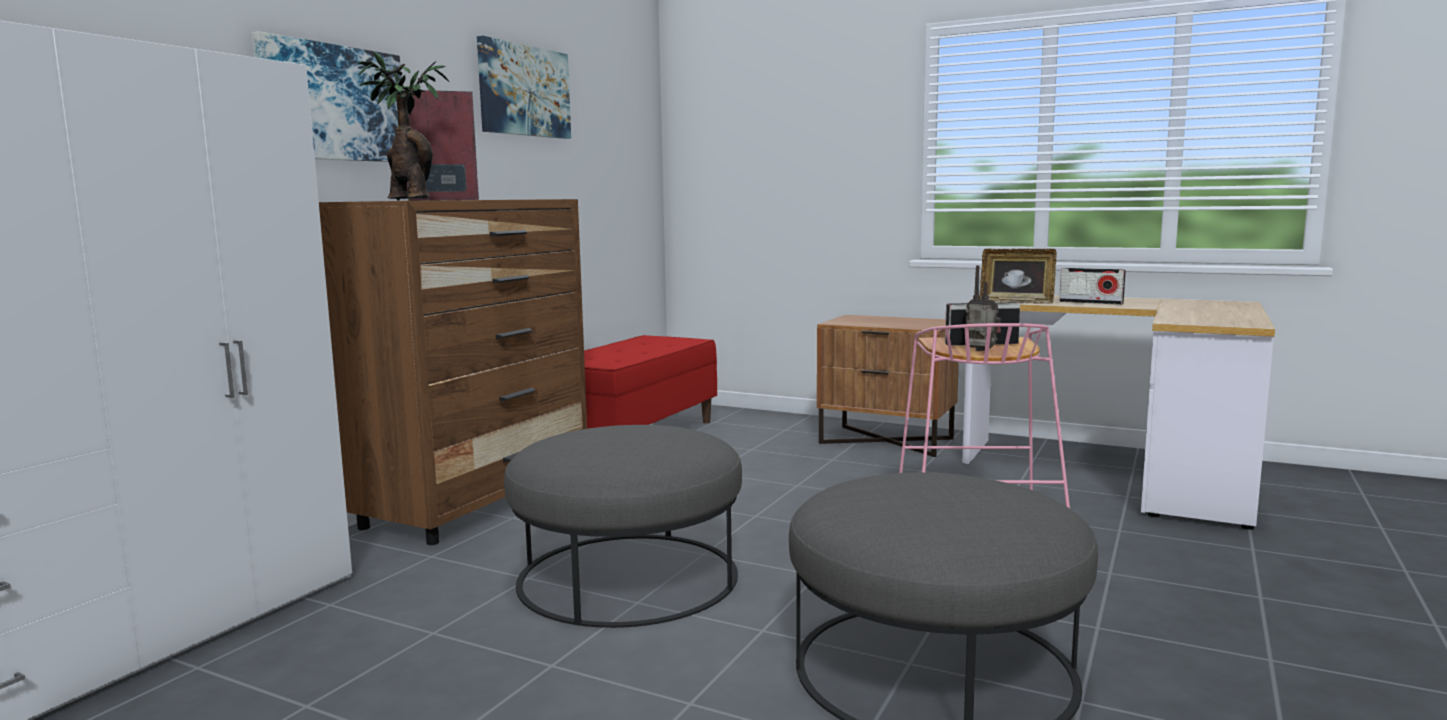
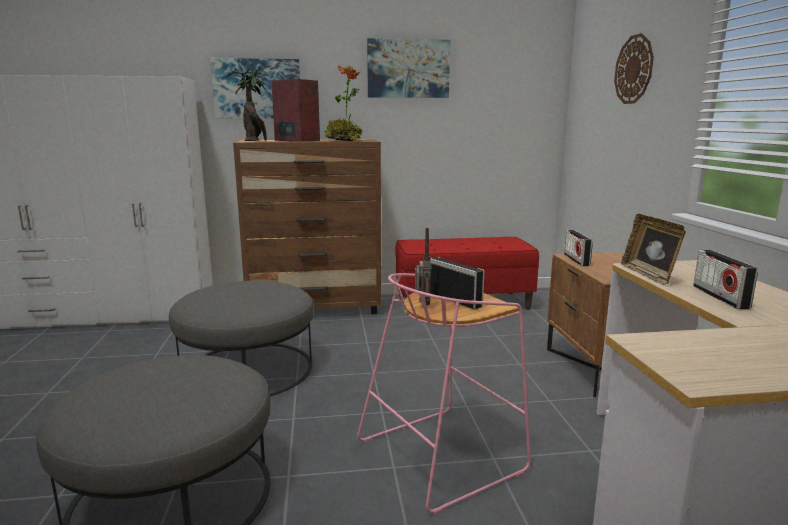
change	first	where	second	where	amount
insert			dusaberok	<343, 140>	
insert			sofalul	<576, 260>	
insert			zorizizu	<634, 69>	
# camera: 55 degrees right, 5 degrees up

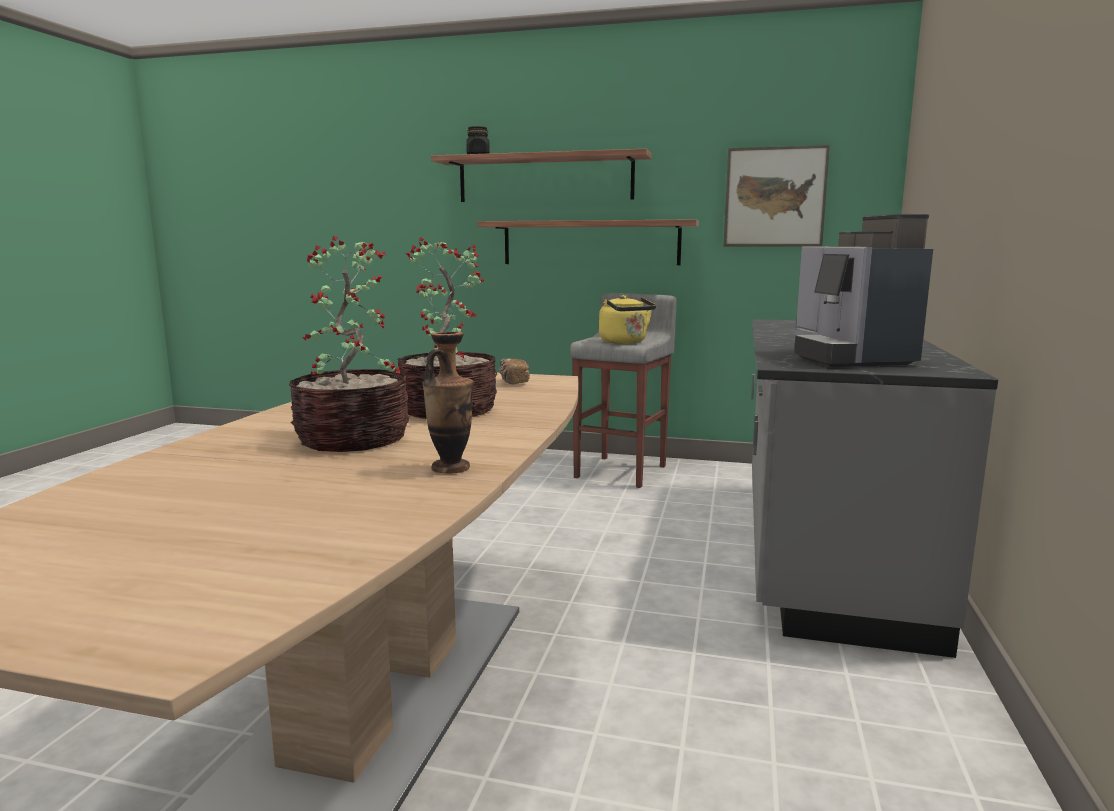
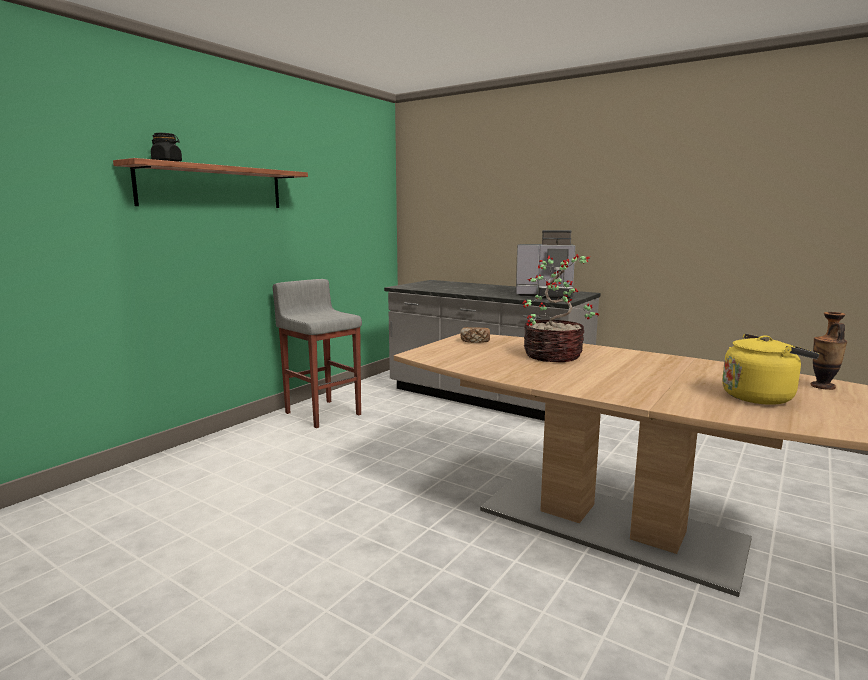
change	first	where	second	where	amount
delete	dusaberok	<354, 439>			
delete	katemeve	<590, 243>			
delete	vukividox	<775, 197>			
move	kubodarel	<451, 468>		<822, 386>	
move	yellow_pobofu	<625, 342>		<760, 397>	
# camera: 70 degrees left, 0 degrees up

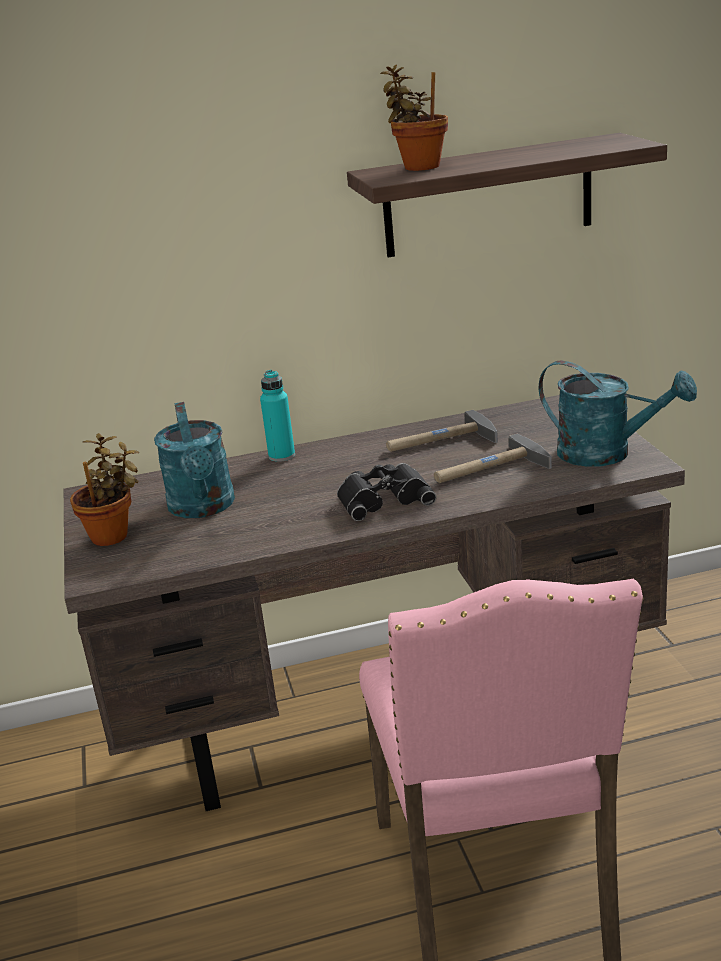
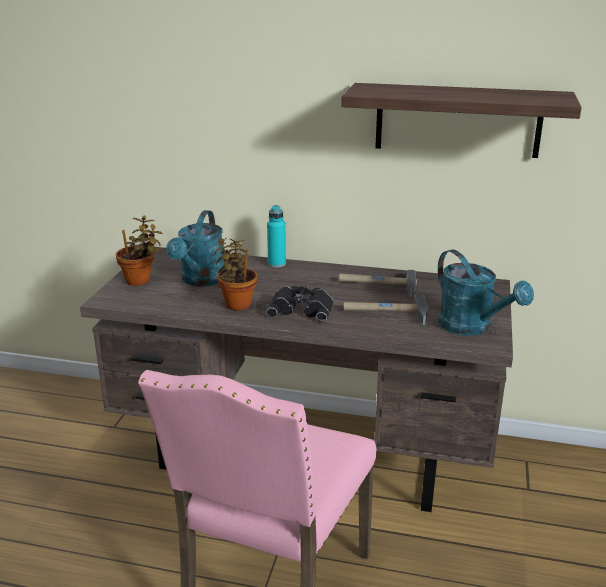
change	first	where	second	where	amount
move	dusaberok	<418, 167>		<237, 303>	
# camera: 25 degrees right, 0 degrees up

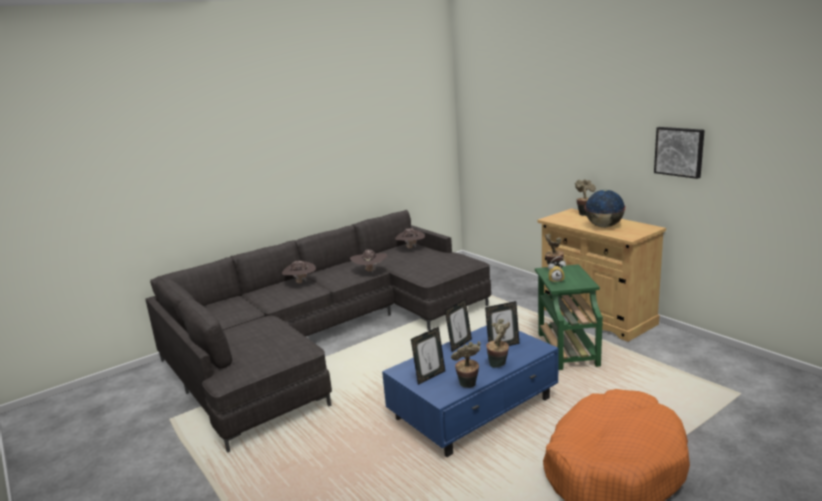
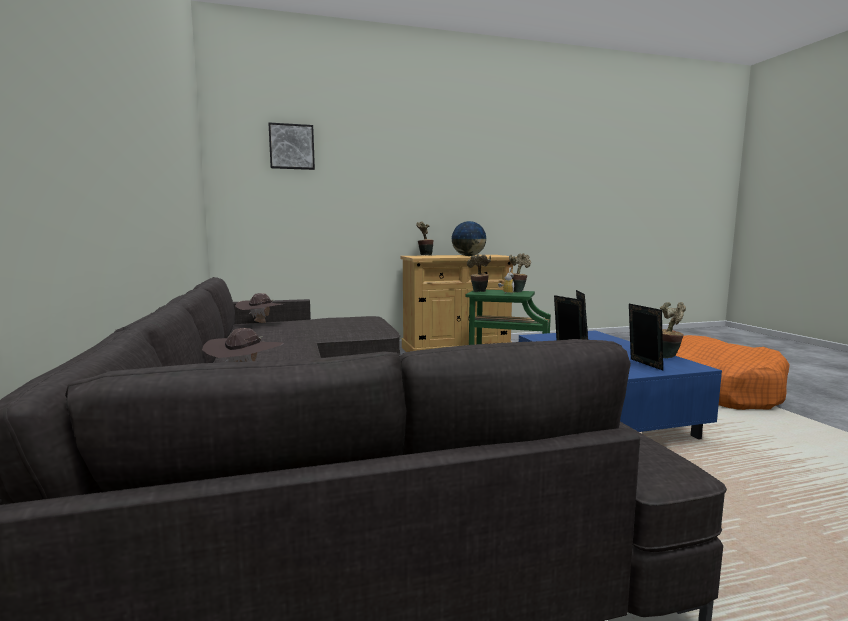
change	first	where	second	where	amount
delete	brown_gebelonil	<370, 271>			
move	dusaberok	<499, 365>		<518, 291>	
move	vukividox	<679, 151>		<291, 147>	
# camera: 70 degrees left, 10 degrees down

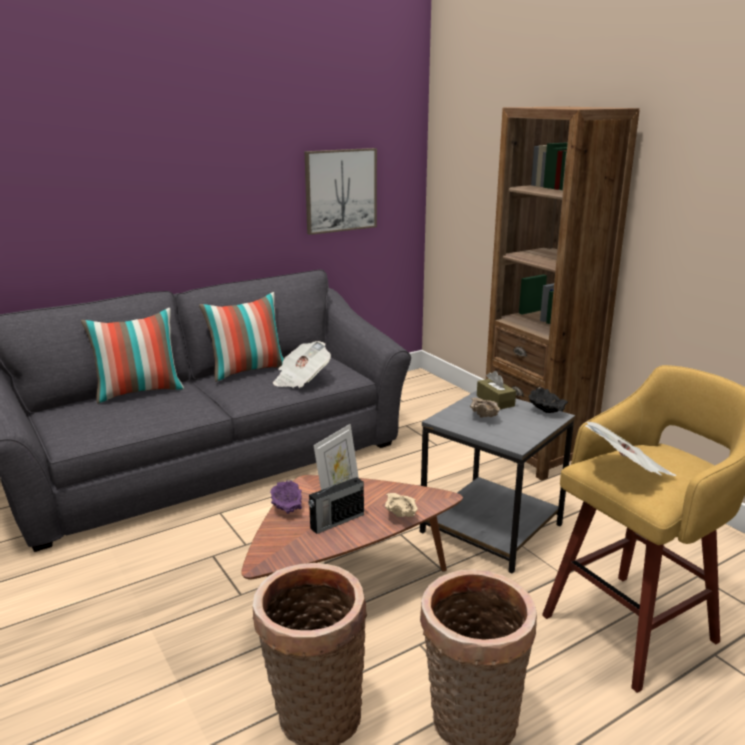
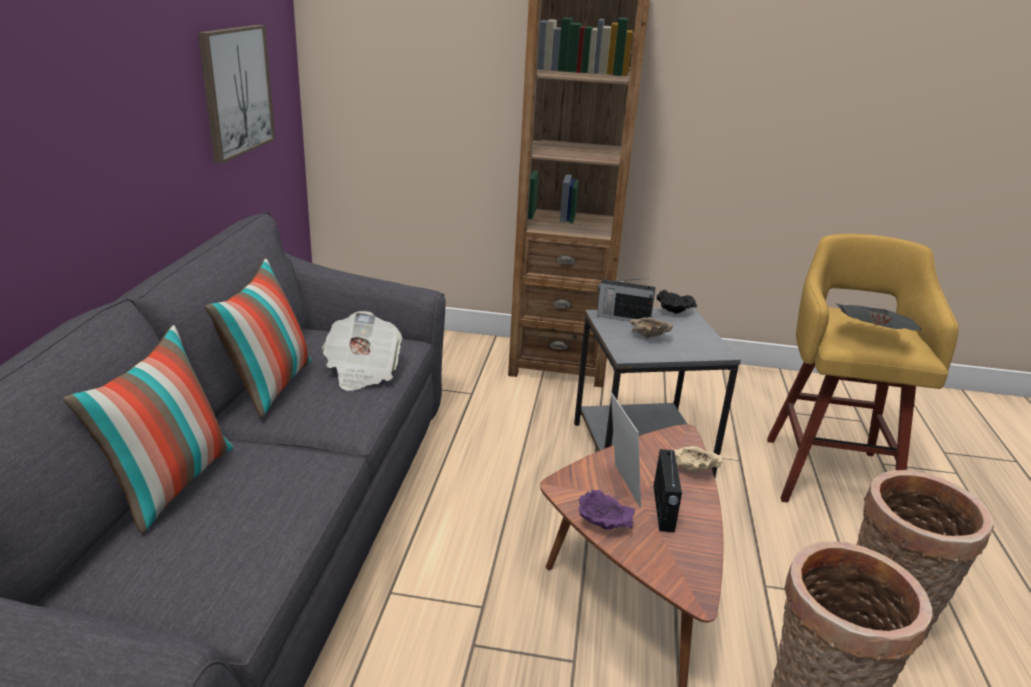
change	first	where	second	where	amount
replace	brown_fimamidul	<495, 401>	sofalul	<622, 317>	
# camera: 50 degrees left, 5 degrees up

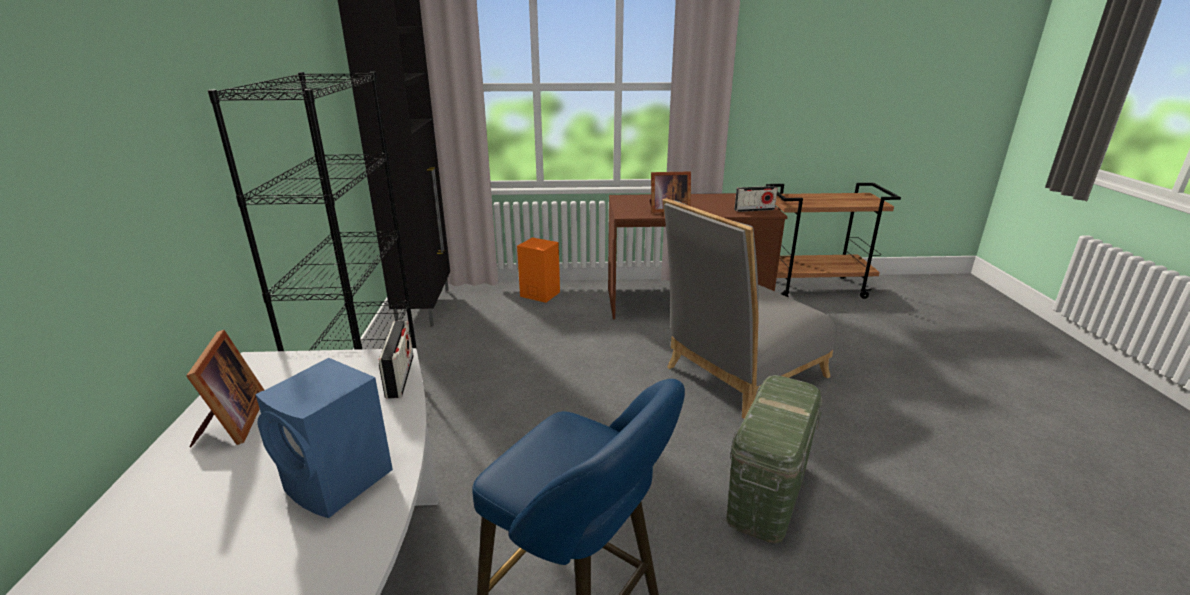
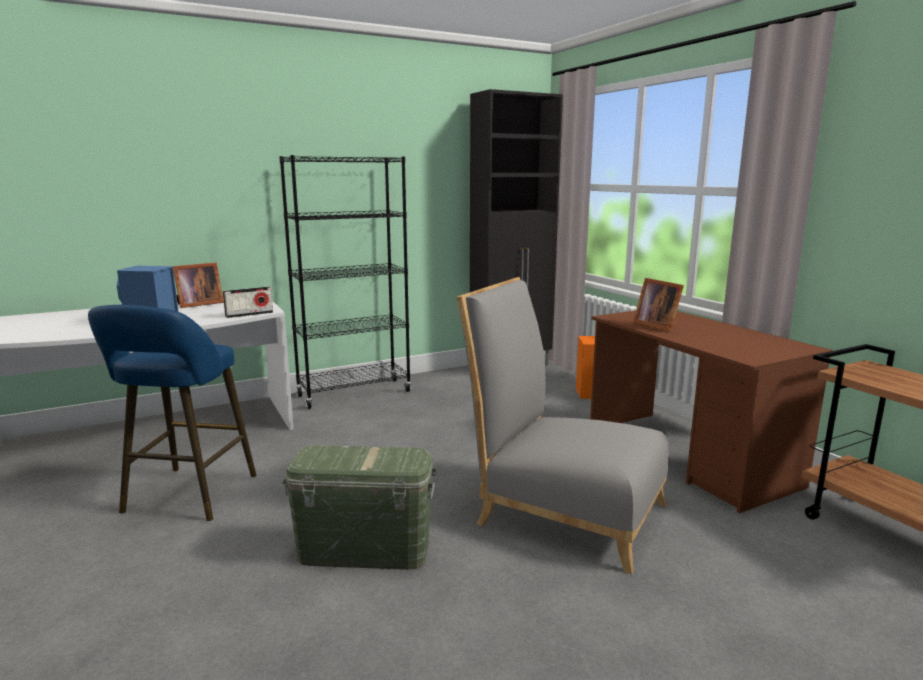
change	first	where	second	where	amount
delete	sofalul	<754, 210>			
# camera: 65 degrees right, 10 degrees down

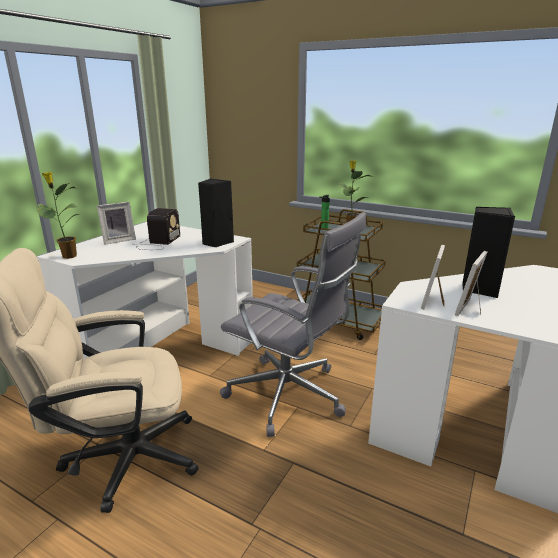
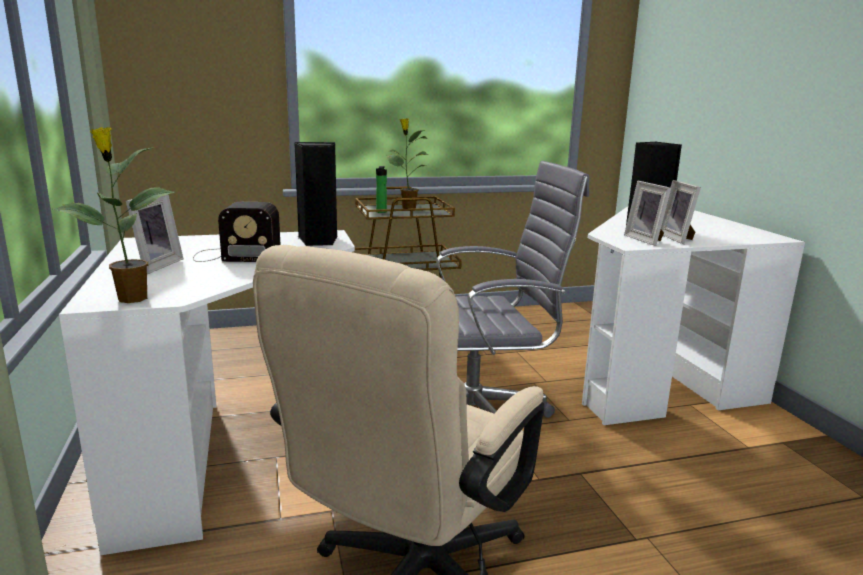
change	first	where	second	where	amount
rotate	sofalul	<158, 242>		<233, 256>	120 degrees clockwise
# camera: 45 degrees left, 5 degrees down

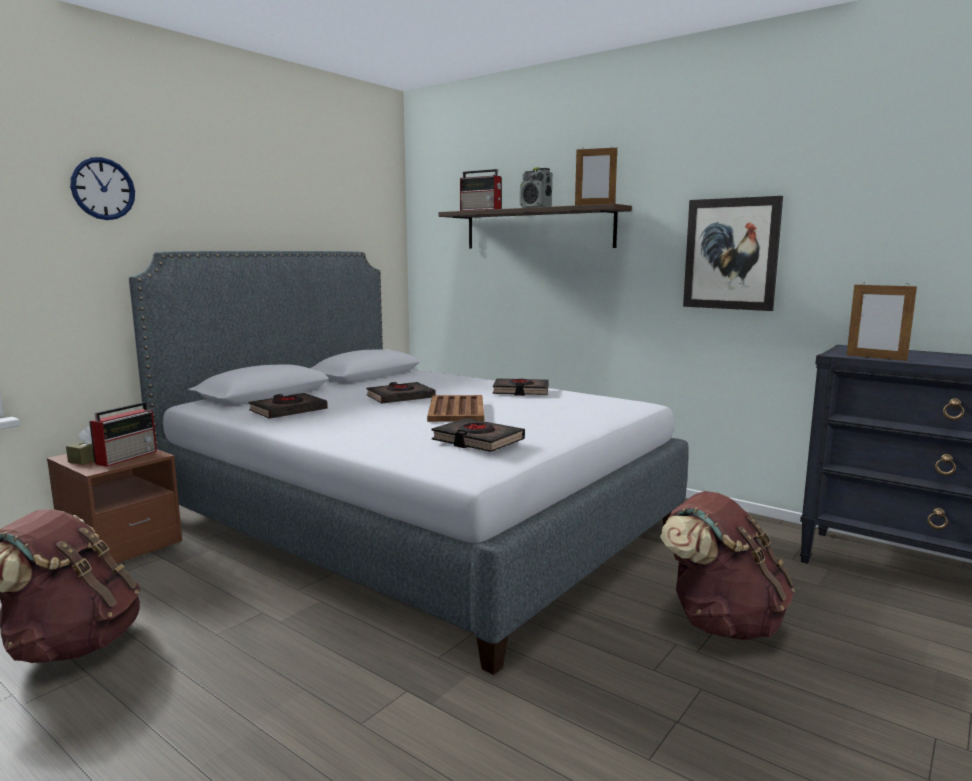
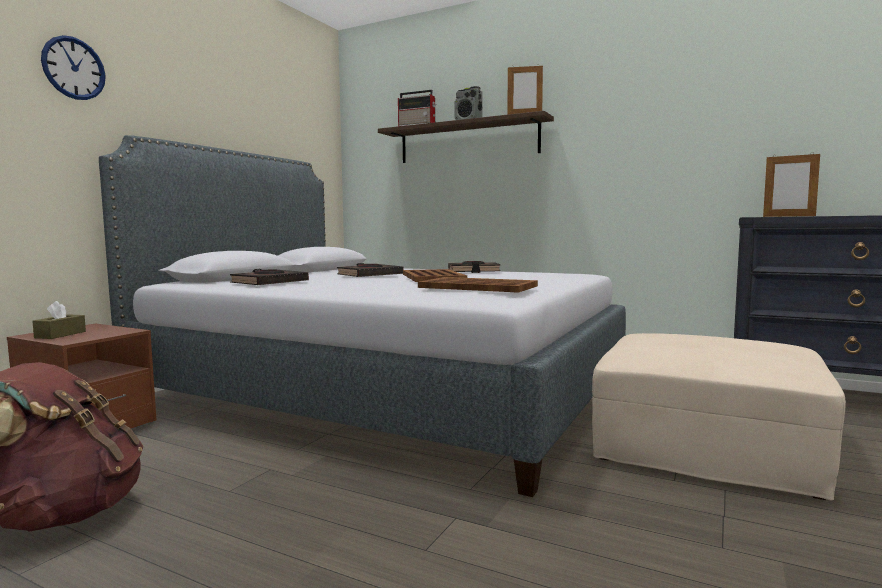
change	first	where	second	where	amount
delete	sofalul	<128, 457>			
delete	vukividox	<731, 254>			
replace	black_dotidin	<477, 441>	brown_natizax	<479, 287>	
replace	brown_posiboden	<721, 623>	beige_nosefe	<704, 442>	
# camera: 10 degrees left, 5 degrees down

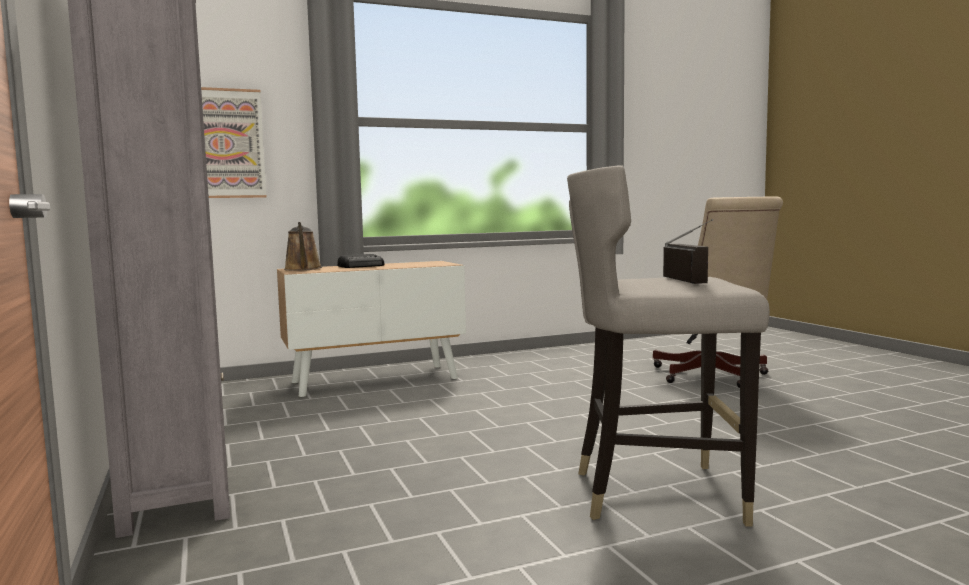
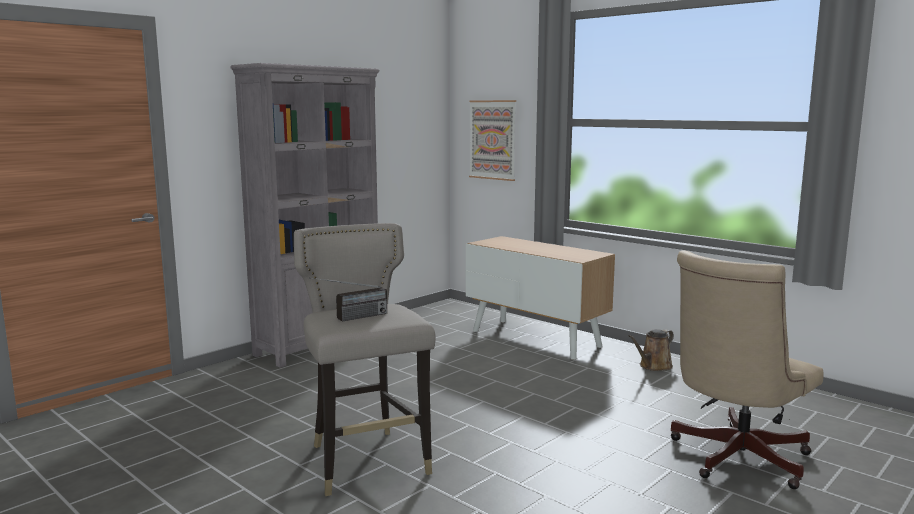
change	first	where	second	where	amount
delete	sofalul	<362, 266>			
move	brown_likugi	<303, 269>		<653, 366>	
# camera: 65 degrees right, 5 degrees up

